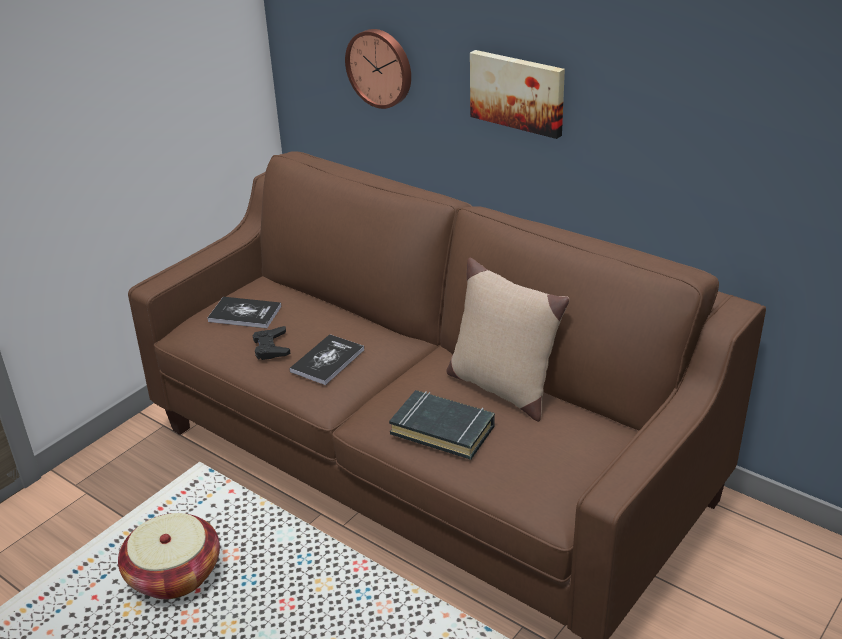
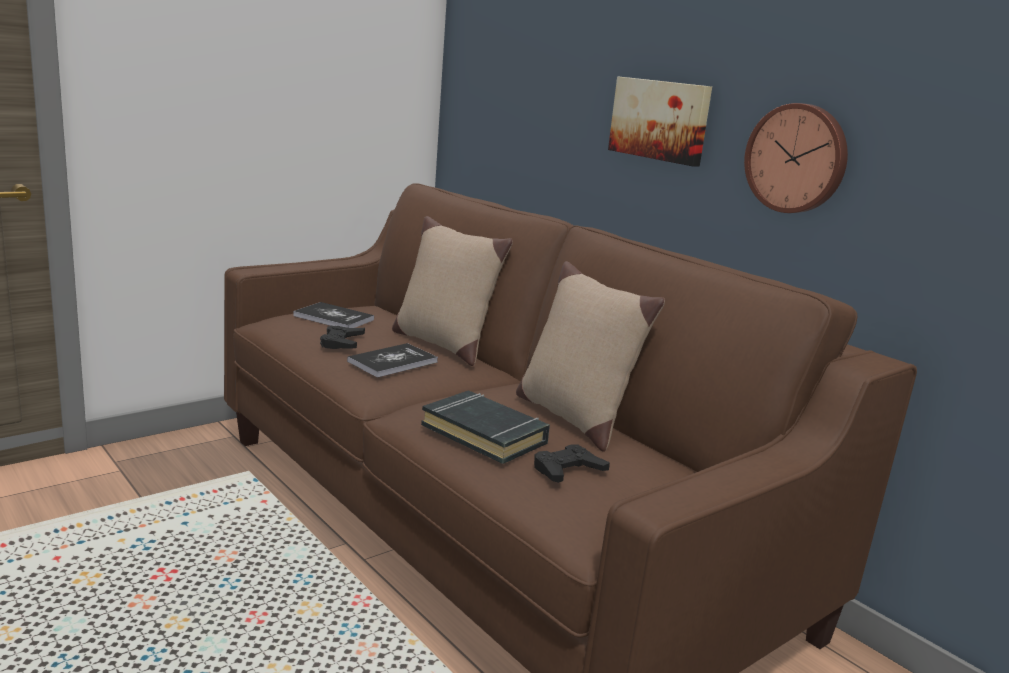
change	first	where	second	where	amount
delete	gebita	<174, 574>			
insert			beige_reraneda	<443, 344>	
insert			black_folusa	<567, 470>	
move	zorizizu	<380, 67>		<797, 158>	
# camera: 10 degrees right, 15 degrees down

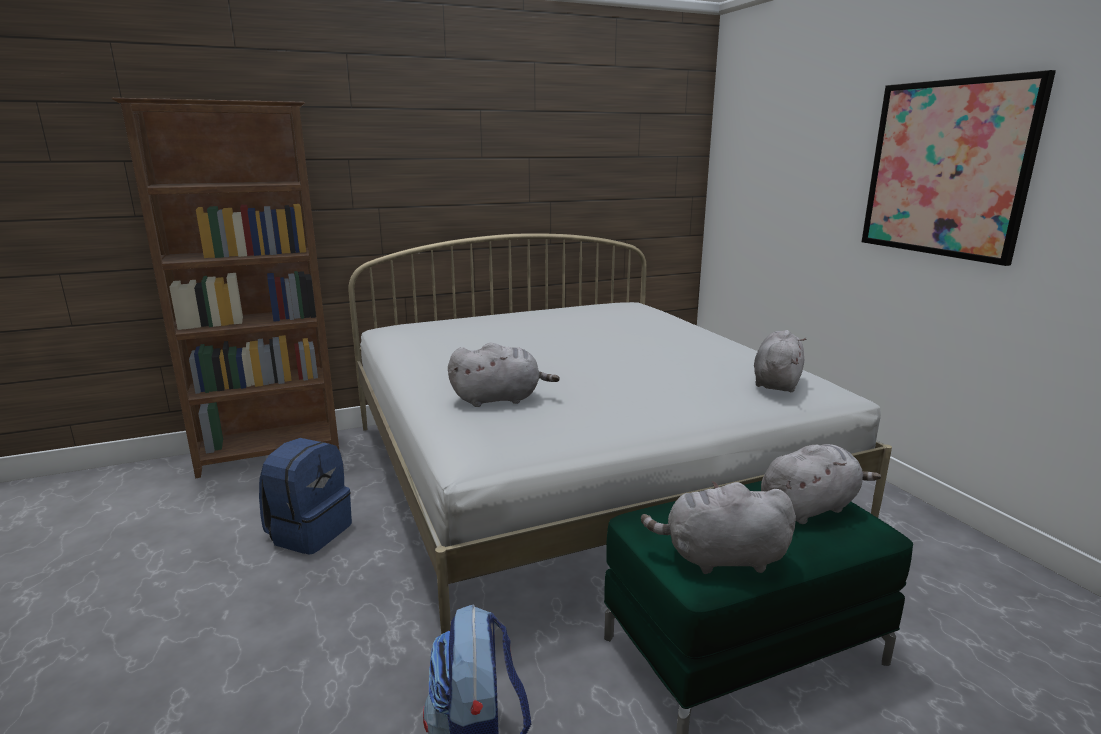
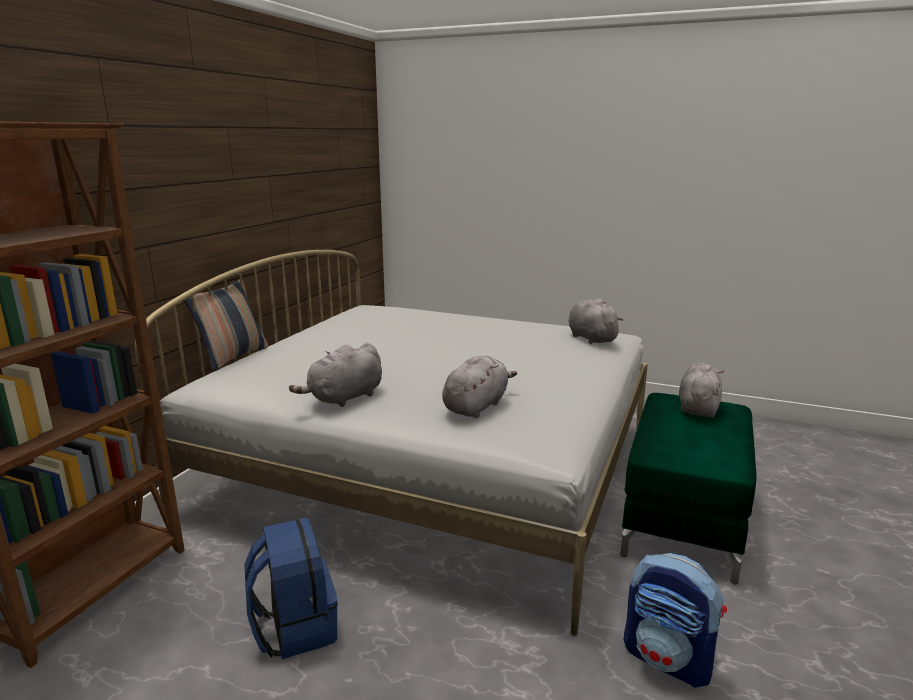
change	first	where	second	where	amount
delete	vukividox	<946, 169>			
insert			reraneda	<233, 357>	
move	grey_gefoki	<720, 558>		<344, 398>	
# camera: 45 degrees left, 0 degrees up

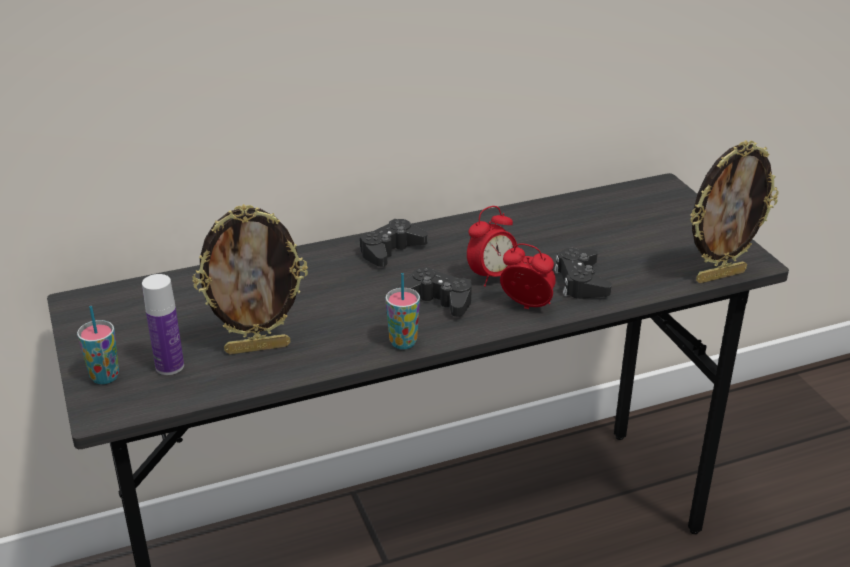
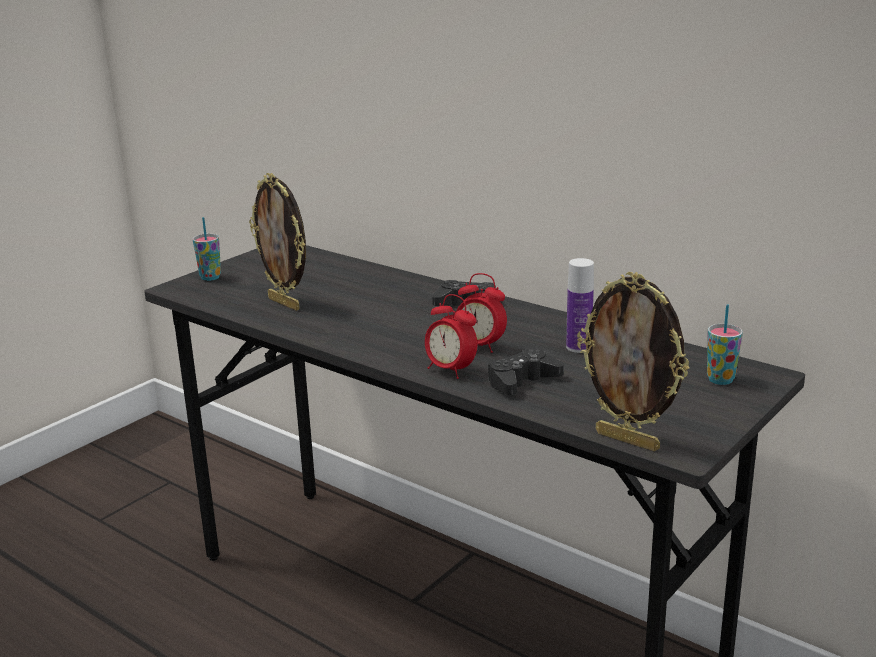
change	first	where	second	where	amount
delete	black_folusa	<438, 300>			
move	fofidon	<169, 366>		<578, 347>	
move	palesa	<403, 342>		<720, 380>	
rotate	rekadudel	<527, 306>		<450, 370>	135 degrees clockwise
# camera: 60 degrees right, 10 degrees down

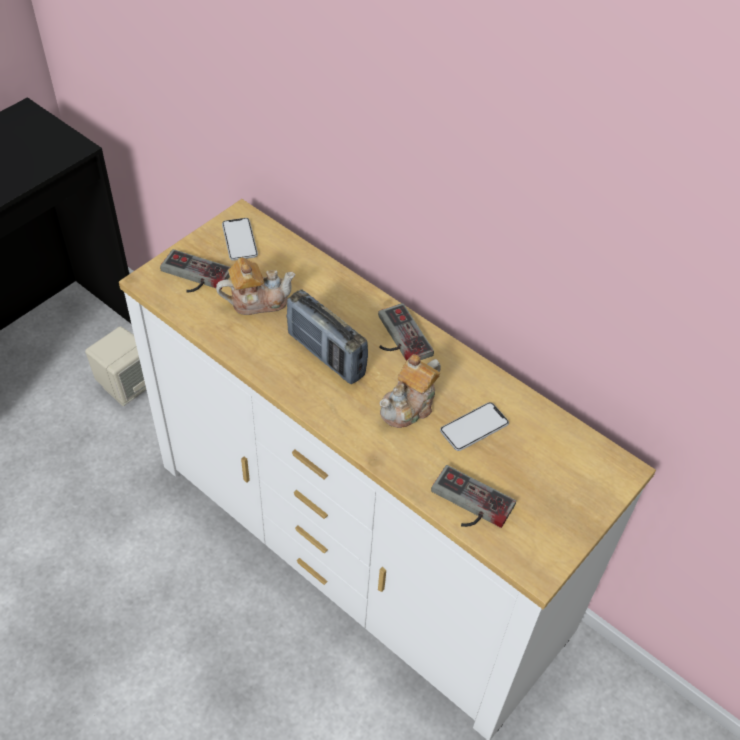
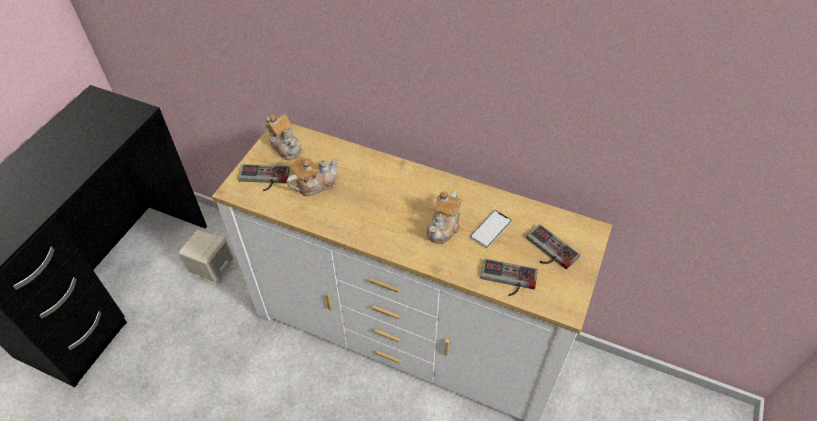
change	first	where	second	where	amount
delete	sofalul	<326, 355>			
move	folusa	<397, 337>		<548, 251>	
replace	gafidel	<239, 240>	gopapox	<286, 146>	
# camera: 15 degrees left, 0 degrees up

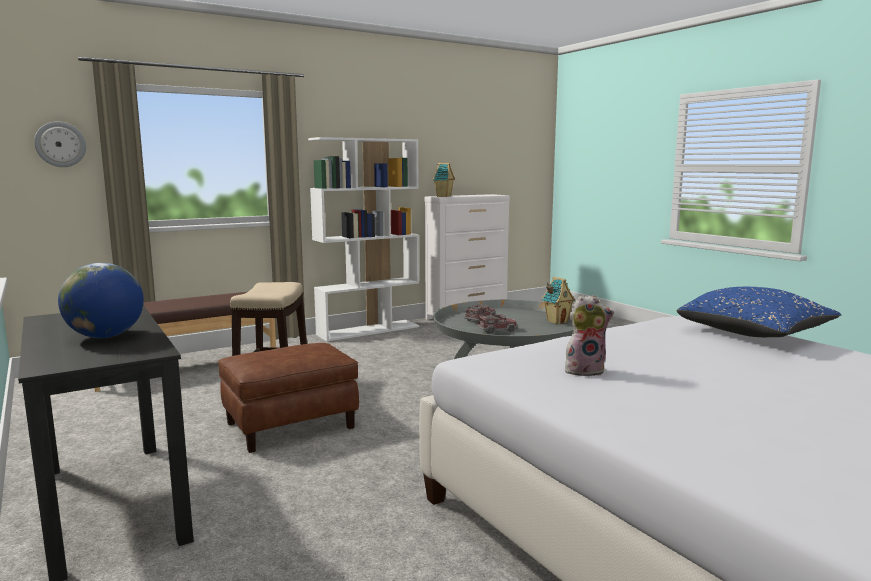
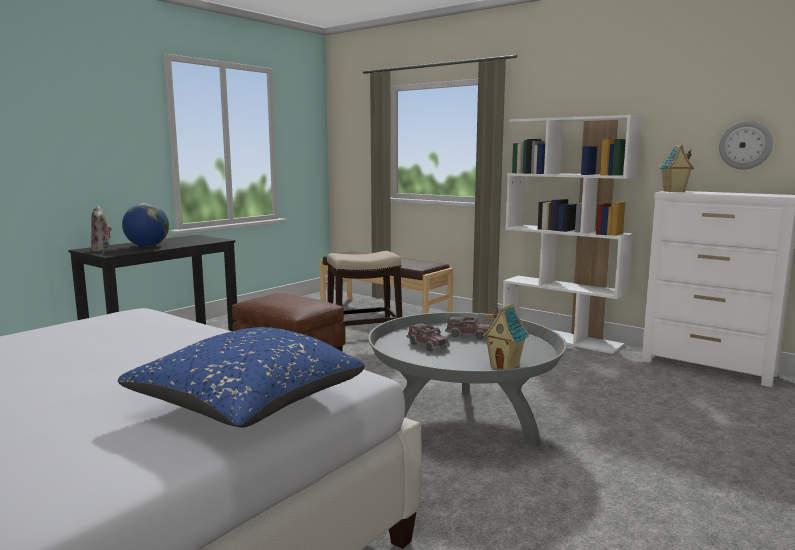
change	first	where	second	where	amount
move	zorizizu	<60, 144>		<745, 145>	
move	gefoki	<585, 370>		<102, 250>	
# camera: 70 degrees right, 0 degrees up

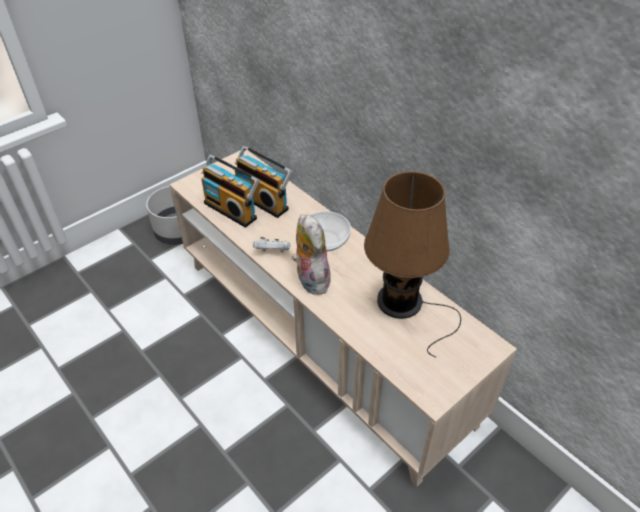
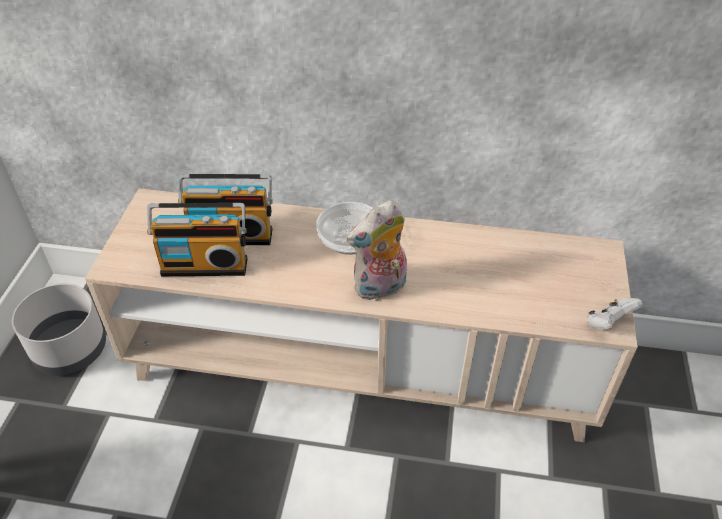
change	first	where	second	where	amount
delete	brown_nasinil	<404, 304>			
move	white_folusa	<273, 252>		<608, 323>	
rotate	gefoki	<310, 279>		<380, 289>	60 degrees counterclockwise
# camera: 40 degrees left, 0 degrees up

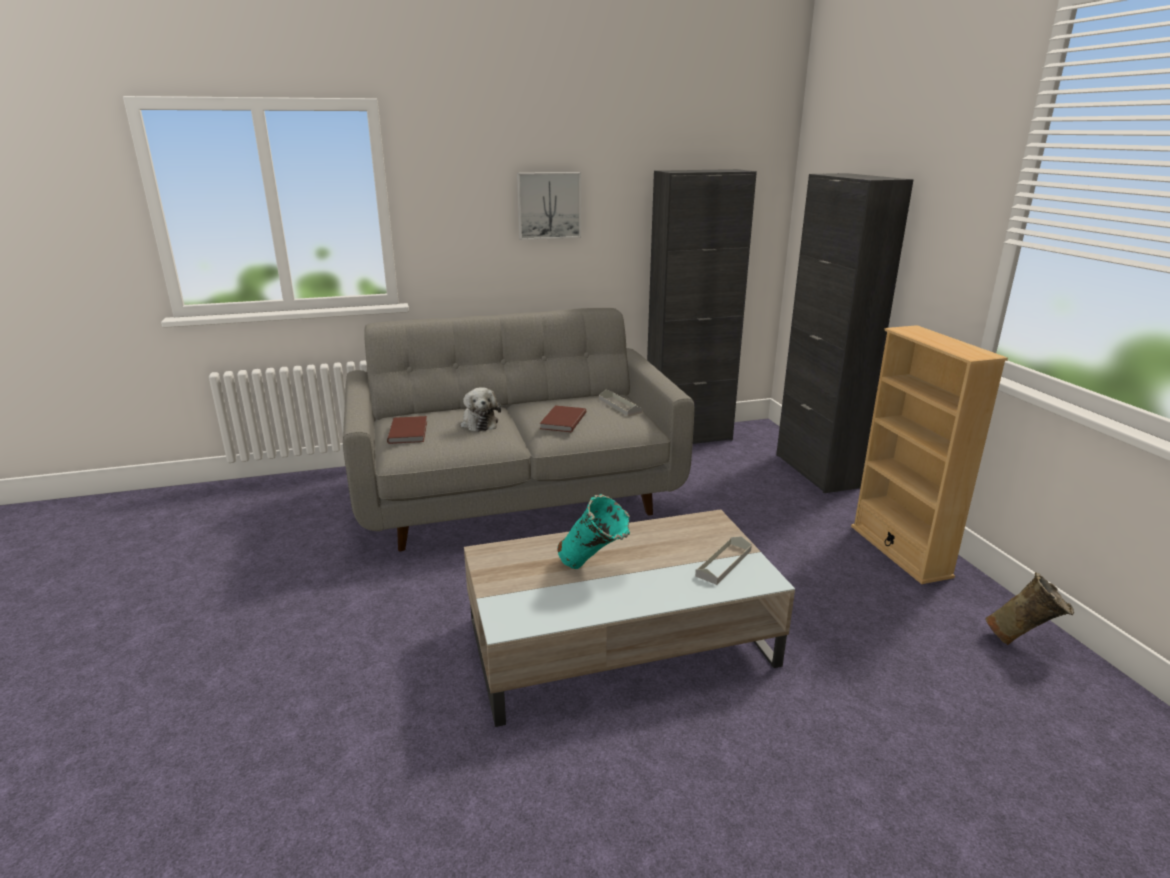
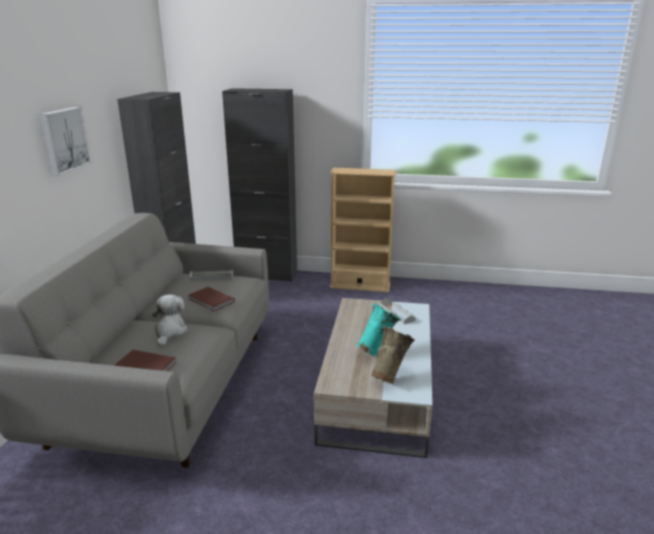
change	first	where	second	where	amount
move	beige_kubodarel	<1021, 642>		<391, 376>	
rotate	gefoki	<479, 423>		<170, 332>	90 degrees counterclockwise
# camera: 65 degrees left, 0 degrees up

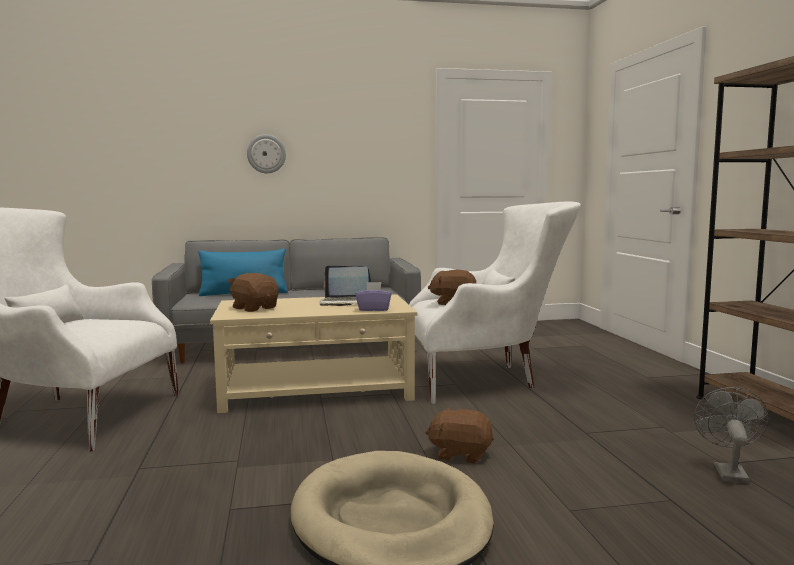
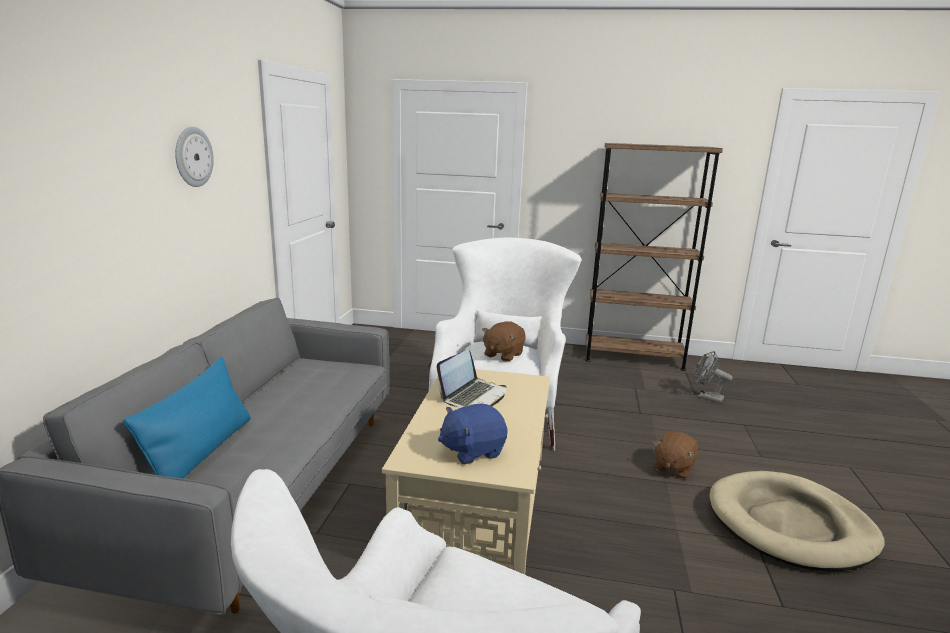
change	first	where	second	where	amount
delete	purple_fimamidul	<373, 309>			
move	zorizizu	<266, 154>		<193, 157>	
recolor	brown_gefoki	<255, 308>	blue_gefoki	<472, 451>	
# camera: 70 degrees left, 10 degrees up

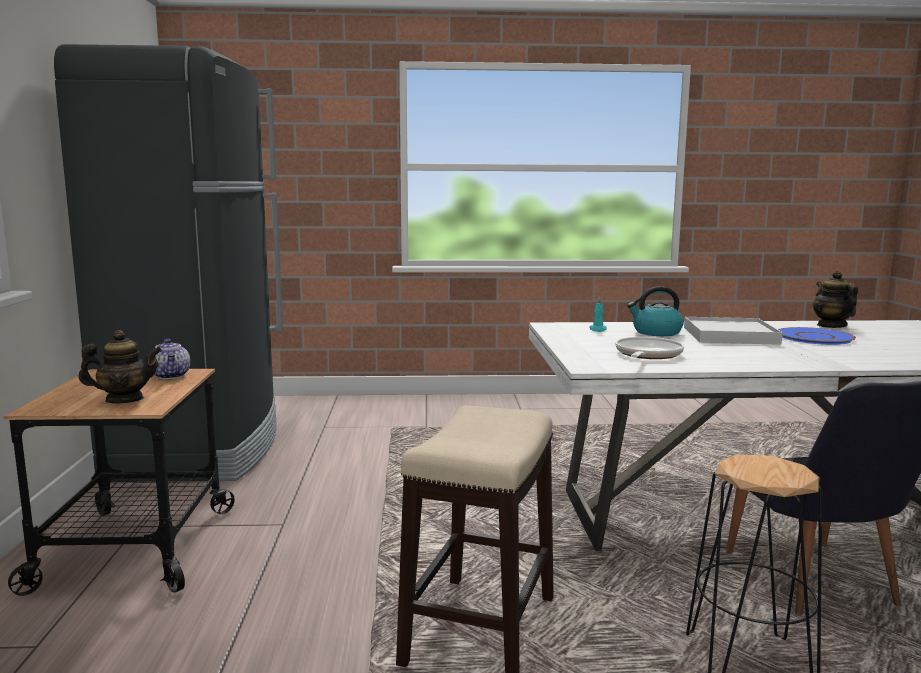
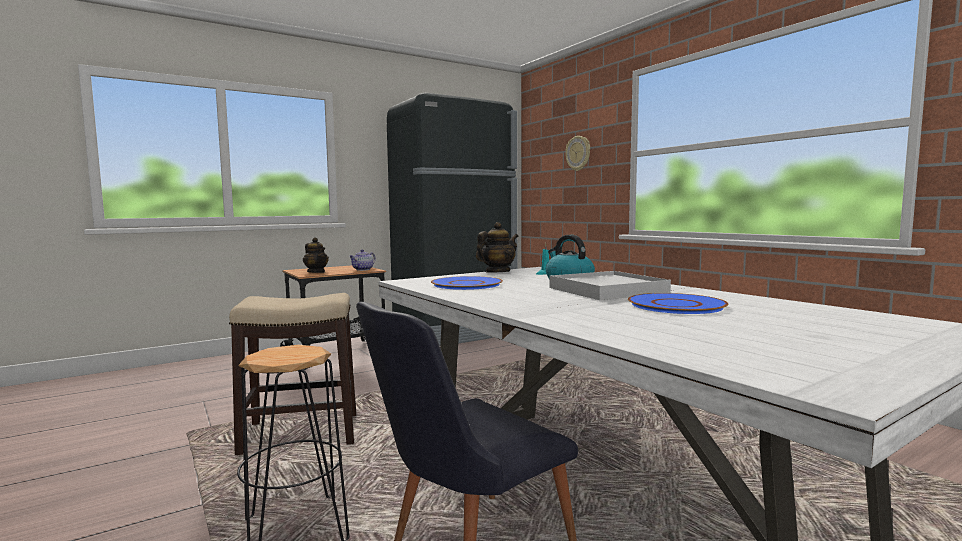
change	first	where	second	where	amount
insert			zorizizu	<578, 153>	
move	gopapox	<831, 326>		<497, 272>	
replace	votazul	<647, 355>	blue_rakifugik	<466, 284>	
# camera: 60 degrees right, 5 degrees down

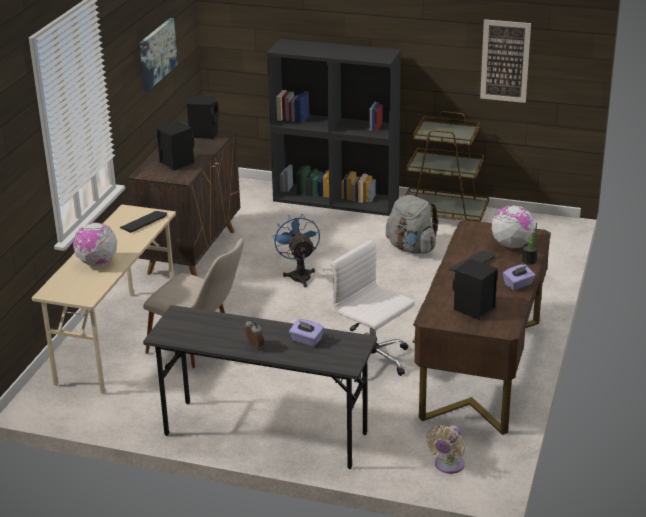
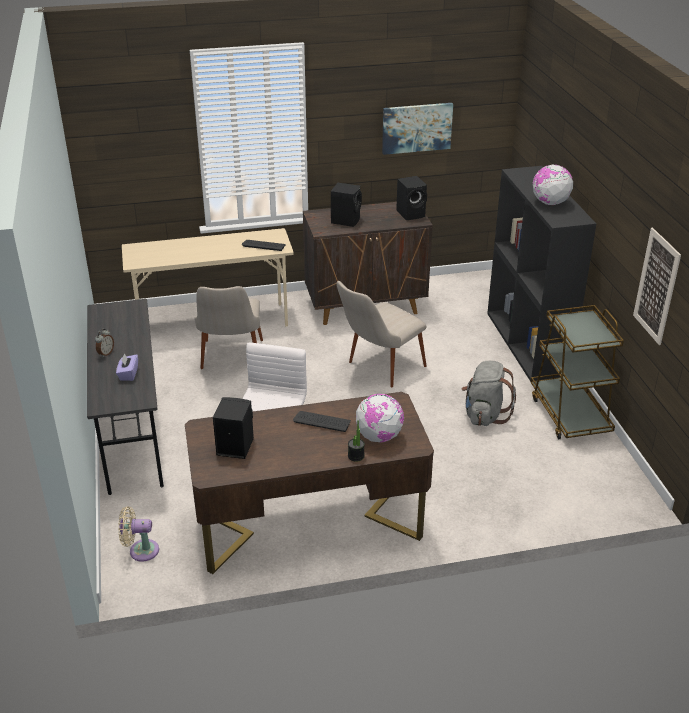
change	first	where	second	where	amount
delete	purple_fimamidul	<518, 285>			
move	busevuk	<97, 263>		<550, 203>	
replace	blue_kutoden	<299, 275>	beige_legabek	<378, 369>	
# camera: 60 degrees right, 5 degrees up

